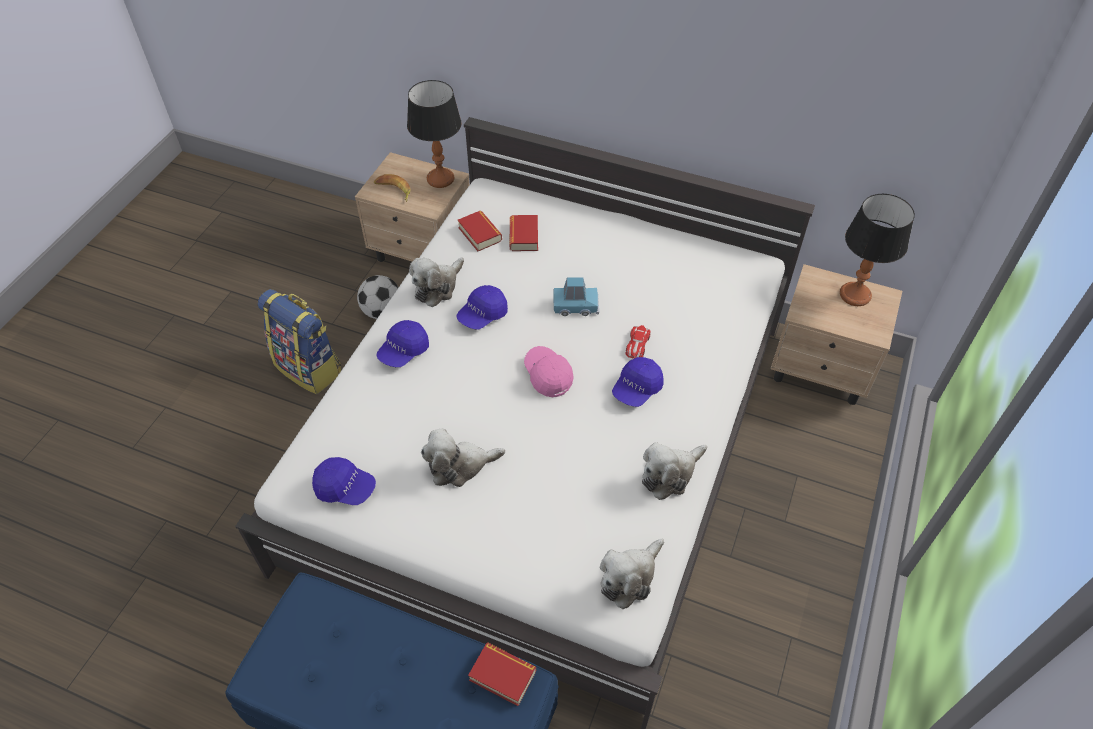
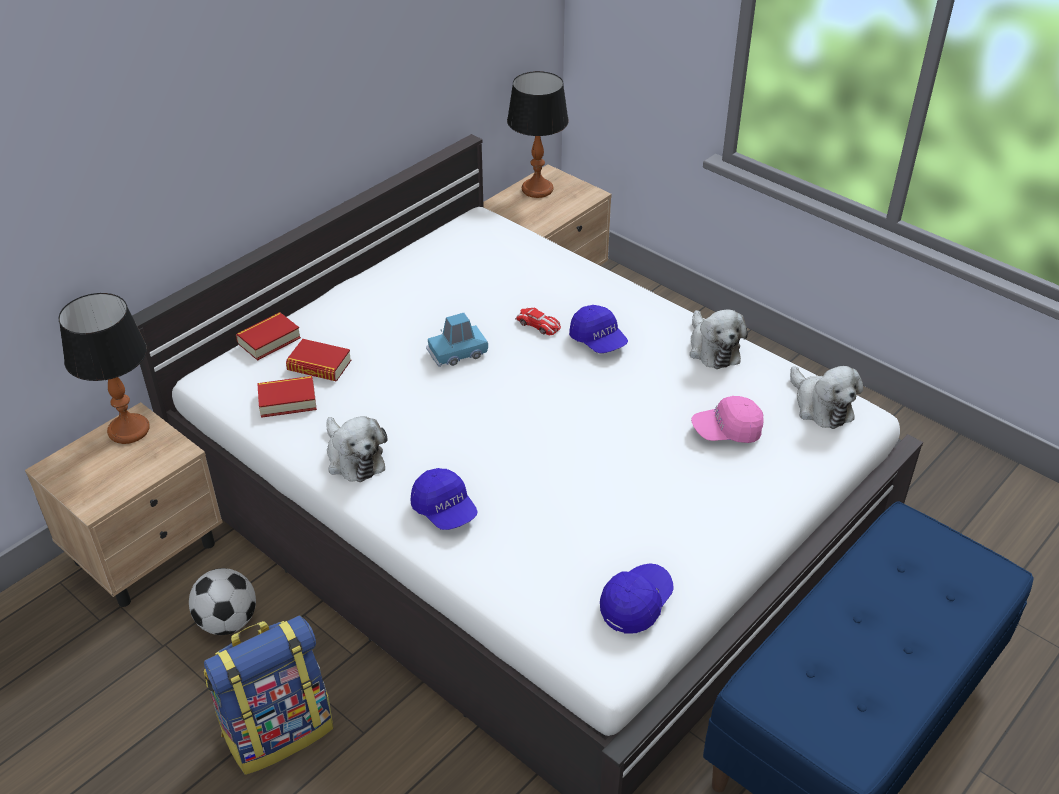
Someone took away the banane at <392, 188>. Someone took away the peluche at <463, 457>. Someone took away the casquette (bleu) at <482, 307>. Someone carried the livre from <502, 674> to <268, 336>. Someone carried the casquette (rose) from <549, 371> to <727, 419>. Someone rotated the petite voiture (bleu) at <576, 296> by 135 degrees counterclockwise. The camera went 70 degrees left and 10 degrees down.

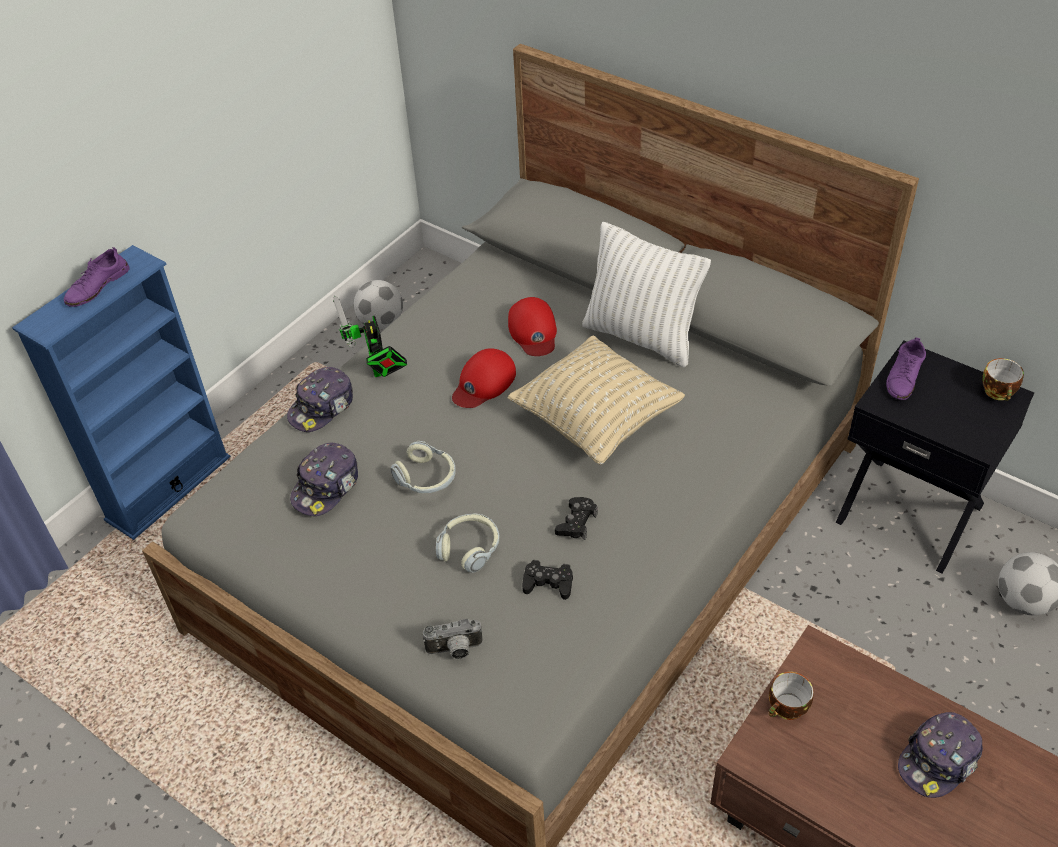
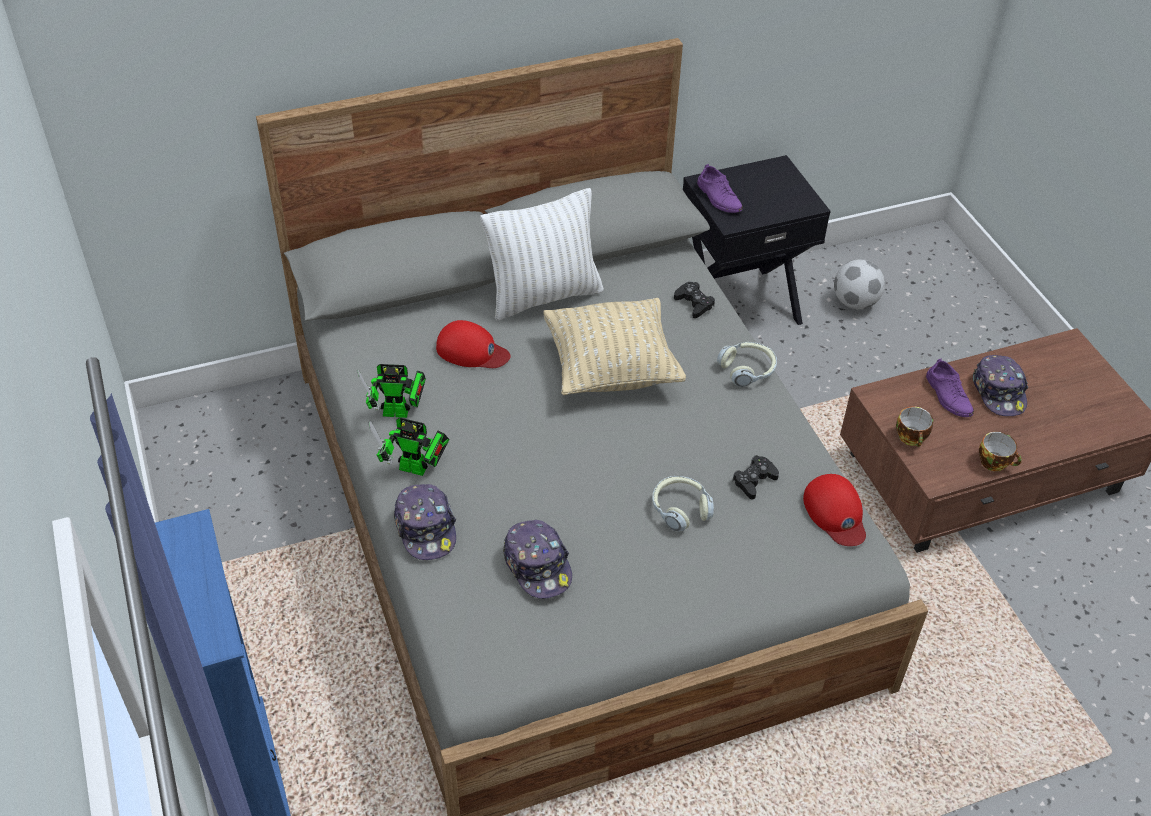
Someone took away the ballon de foot at <378, 304>. Someone took away the appareil photo at <453, 639>. Someone put down the robot jouet at <391, 391>. Someone carried the chaussure (violet) from <97, 277> to <950, 387>. Someone carried the casque audio from <423, 467> to <747, 364>. Someone carried the casquette (rouge) from <484, 378> to <834, 510>. Someone carried the manette (noir) from <576, 518> to <694, 300>. Someone carried the tasse from <1003, 379> to <1000, 452>. The camera went 60 degrees left and 0 degrees up.

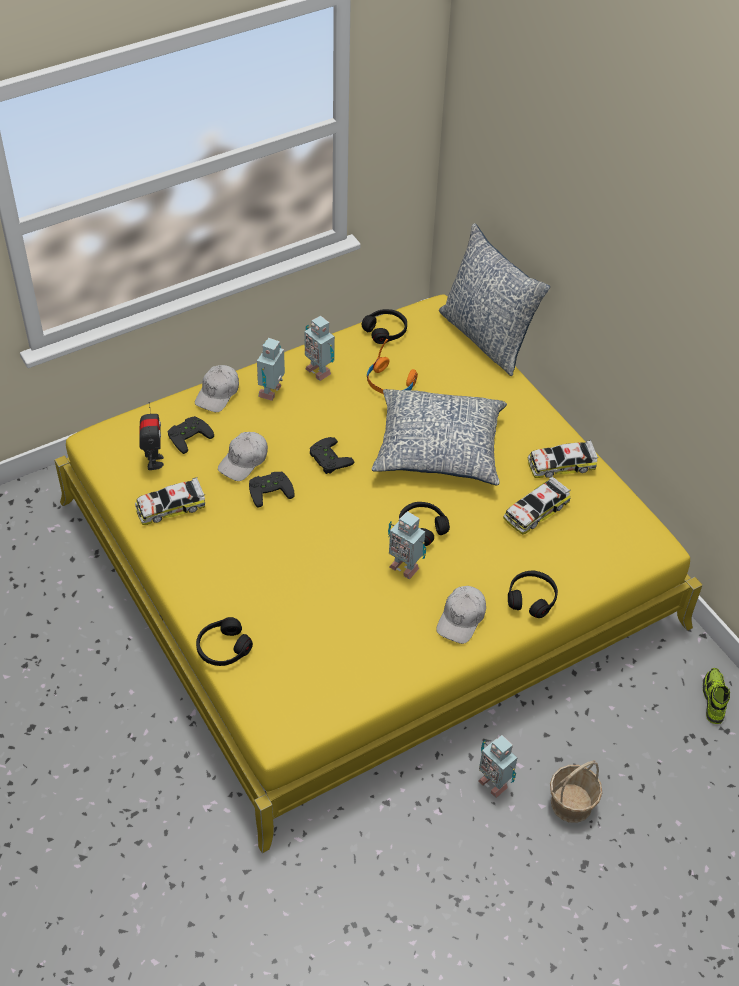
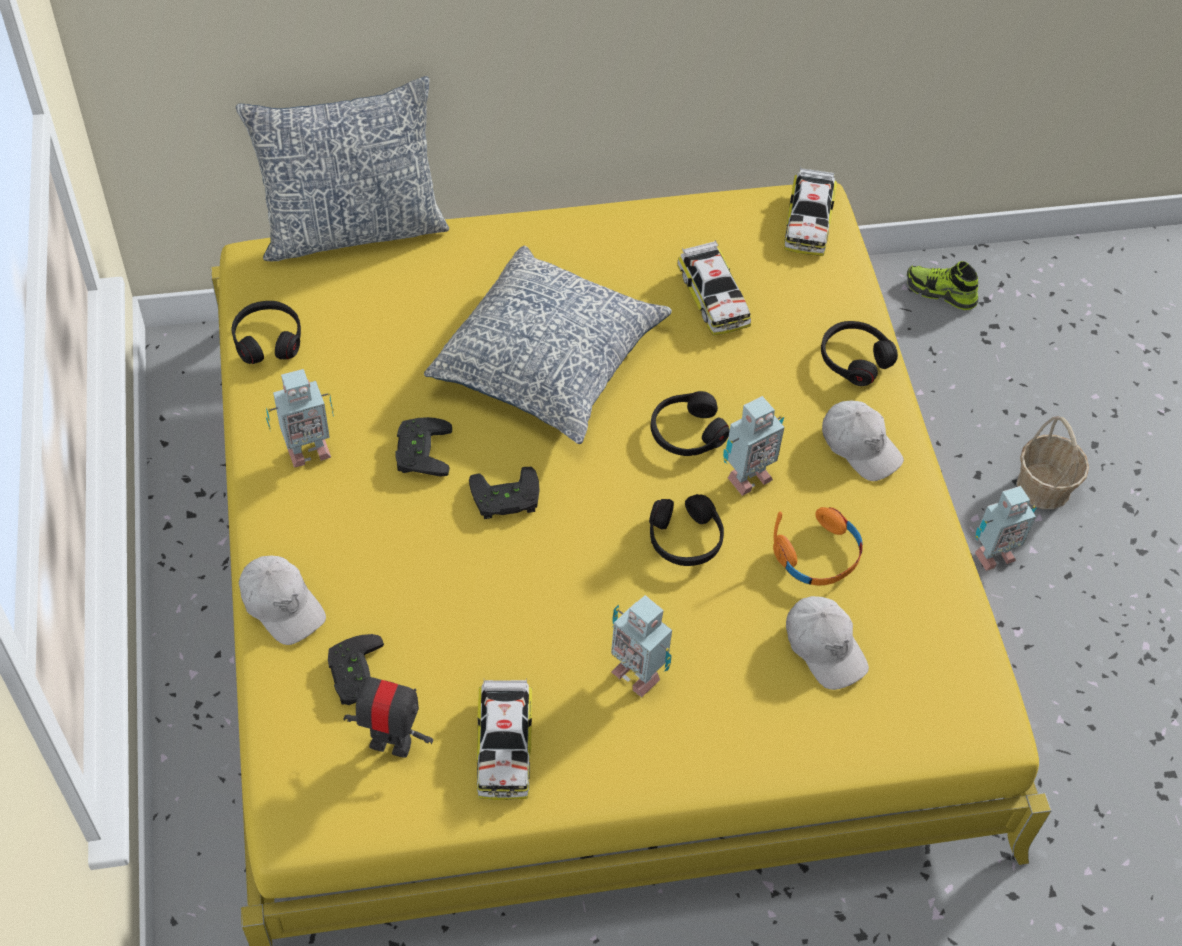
Someone carried the casque audio (noir) from <224, 641> to <686, 530>. Someone carried the casquette (blanc) from <243, 456> to <827, 643>. Someone carried the manette (noir) from <271, 490> to <424, 447>. Someone carried the robot jouet from <271, 369> to <641, 646>. Someone carried the casque audio (orange) from <392, 366> to <818, 546>. Someone carried the petite voiture from <563, 459> to <810, 211>. The camera went 70 degrees left and 5 degrees up.

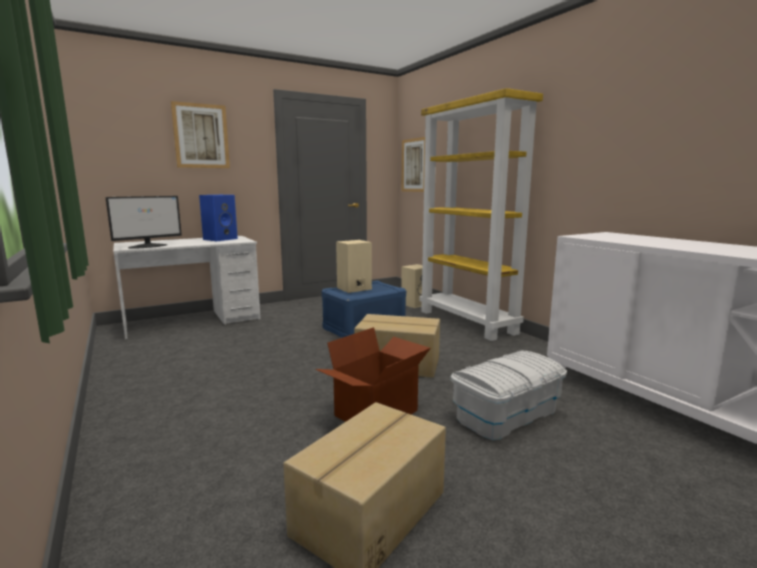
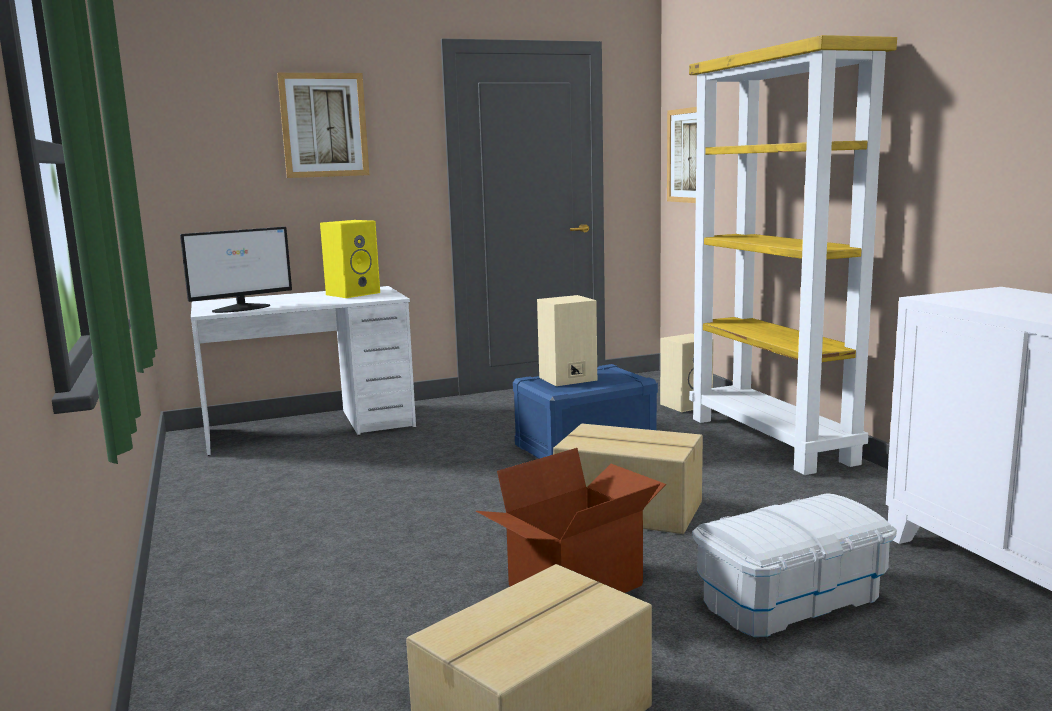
Someone repainted the enceinte (bleu) at <218, 218>, which became the enceinte (jaune) at <350, 259>. The camera went 10 degrees right and 0 degrees up.

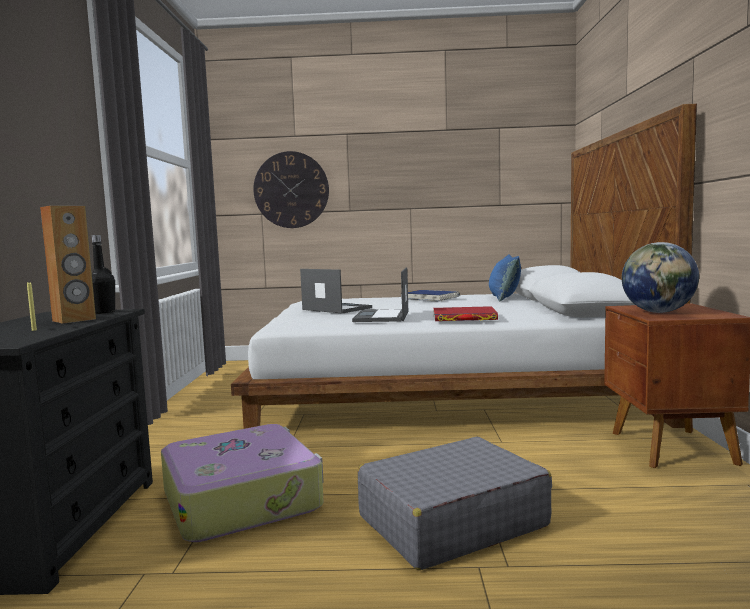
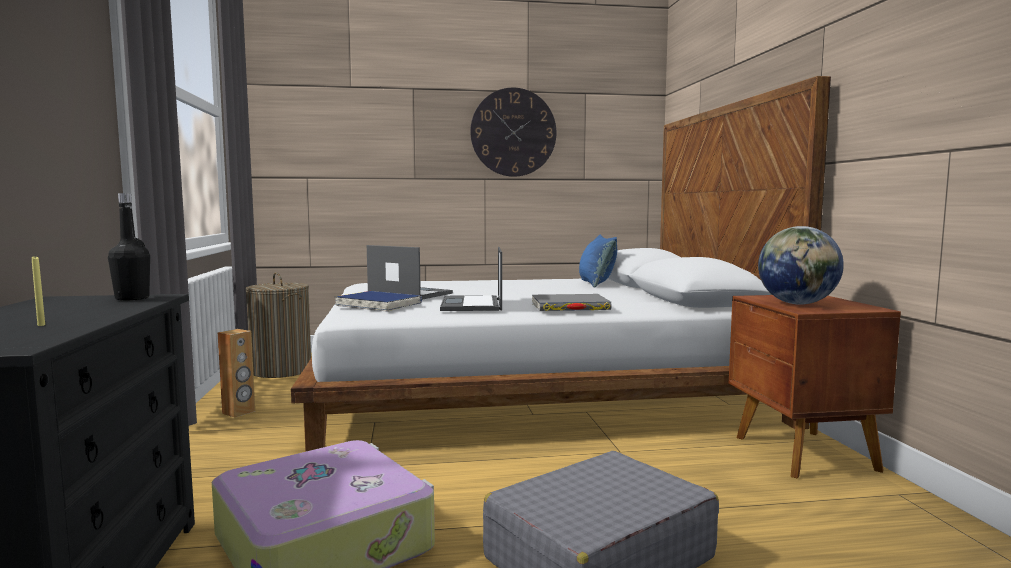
Someone put down the panier à linge at <278, 325>. Someone carried the enceinte (marron) from <68, 264> to <236, 373>. Someone carried the horloge murale from <291, 189> to <513, 132>. Someone carried the livre (bleu) from <430, 296> to <378, 301>. Someone repainted the livre (rouge) at <465, 313>, which became the livre (gris) at <572, 302>. The camera went 10 degrees left and 0 degrees up.

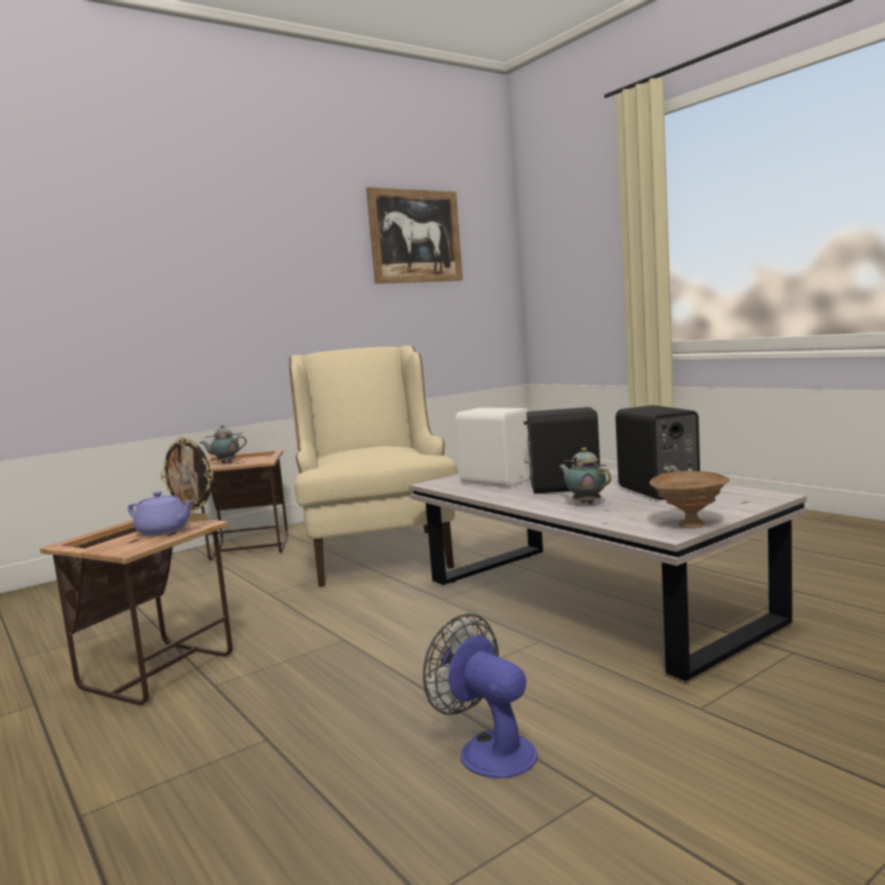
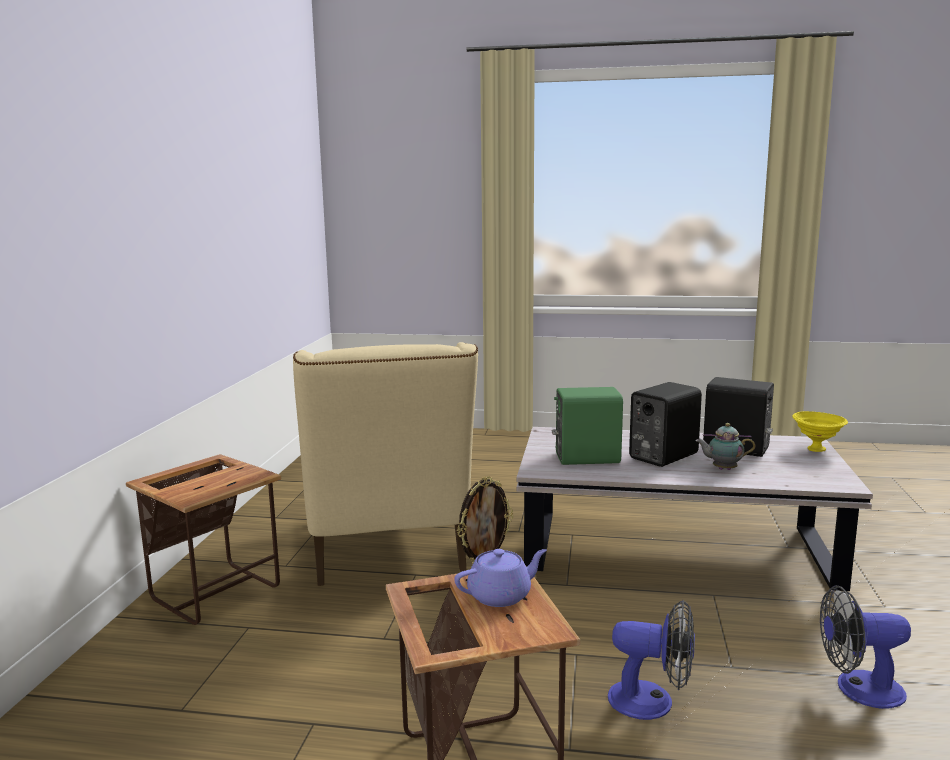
Someone took away the théière at <223, 444>. Someone took away the tableau at <414, 235>. Someone took away the bol (marron) at <689, 499>. Someone put down the ventilateur at <651, 660>. Someone put down the bol (jaune) at <820, 431>. Someone repainted the enceinte (blanc) at <493, 447>, which became the enceinte (vert) at <587, 426>. Someone rotated the fauteuil (beige) at <373, 466> by 135 degrees counterclockwise. The camera went 45 degrees left and 5 degrees up.

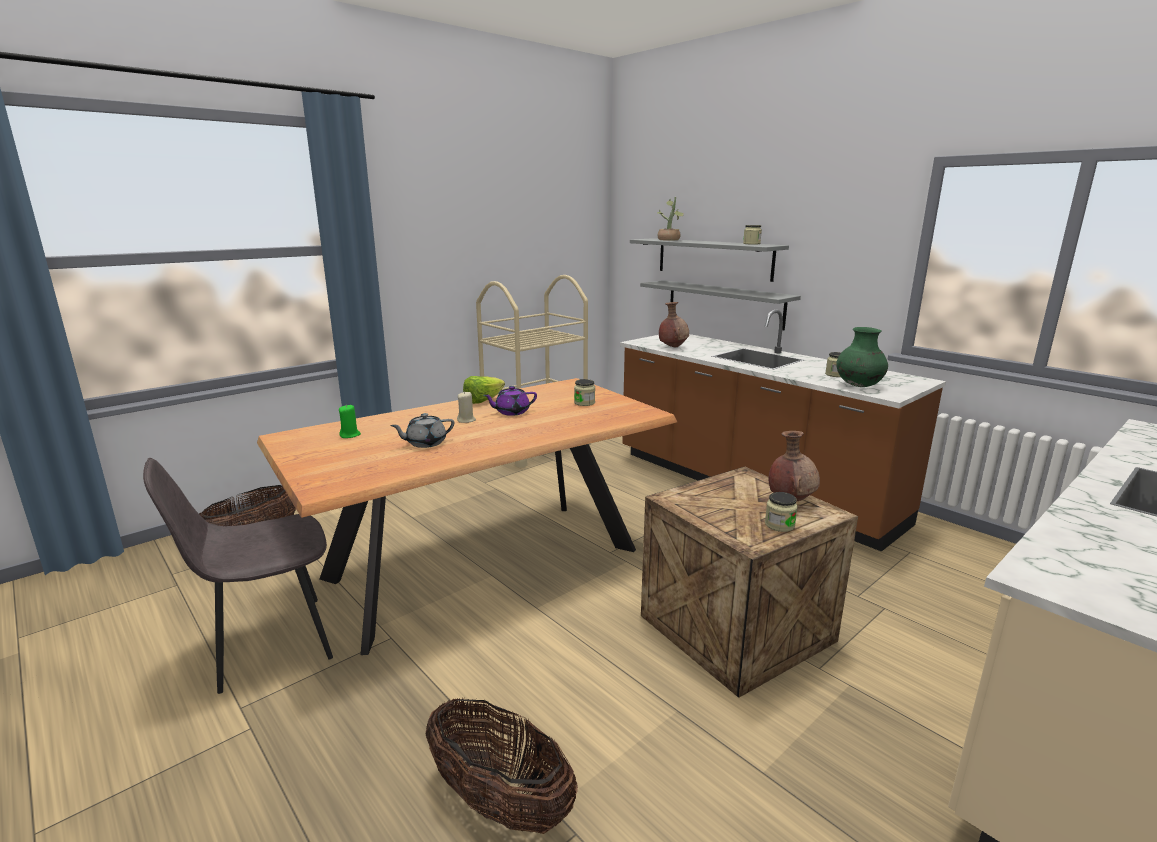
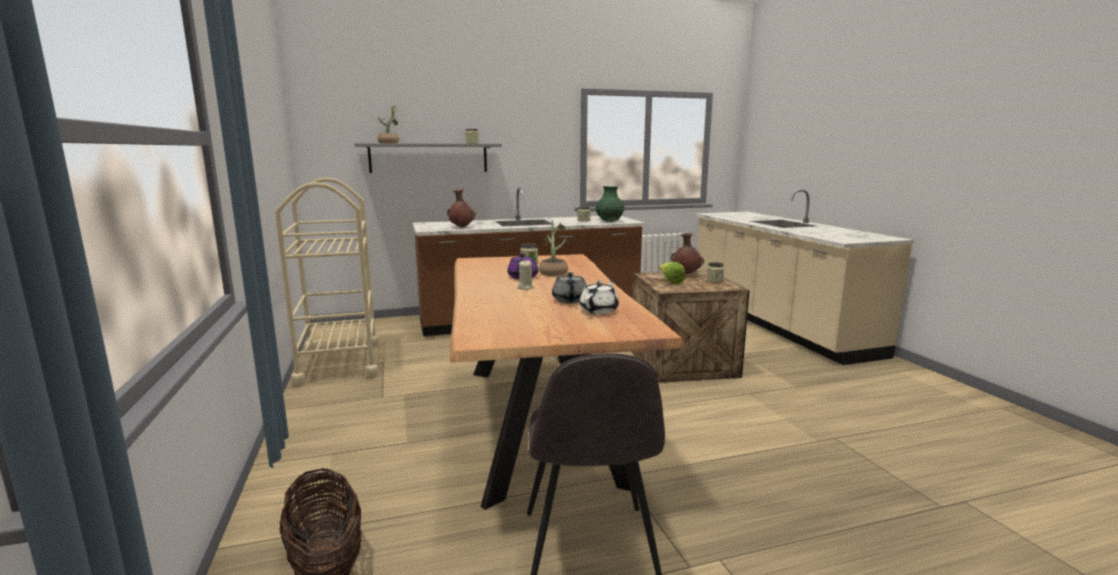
Someone took away the bougie (vert) at <350, 421>. Someone took away the panier at <501, 765>. Someone took away the étagère (gris) at <720, 305>. Someone put down the plante en pot at <554, 248>. Someone put down the théière (blanc) at <599, 297>. Someone carried the laitue from <484, 390> to <672, 273>. The camera went 65 degrees left and 5 degrees down.

